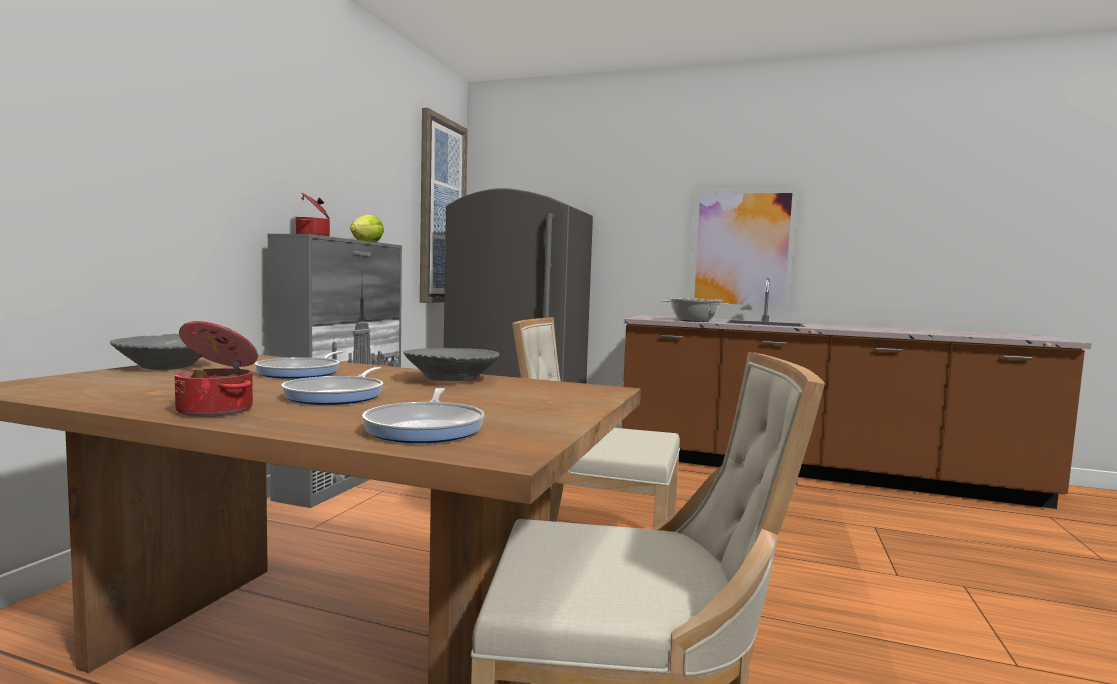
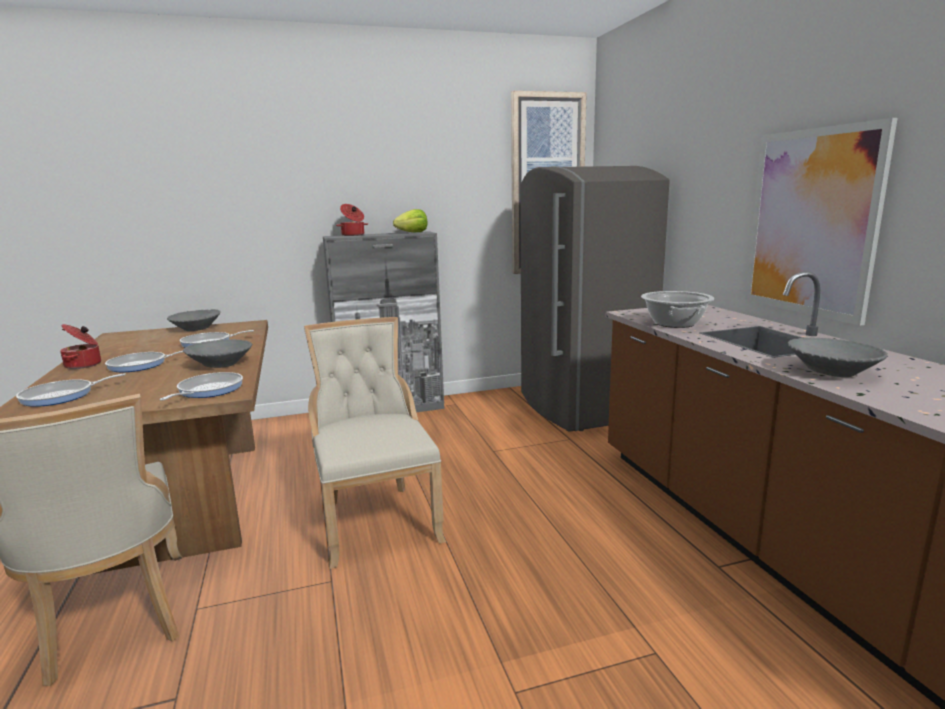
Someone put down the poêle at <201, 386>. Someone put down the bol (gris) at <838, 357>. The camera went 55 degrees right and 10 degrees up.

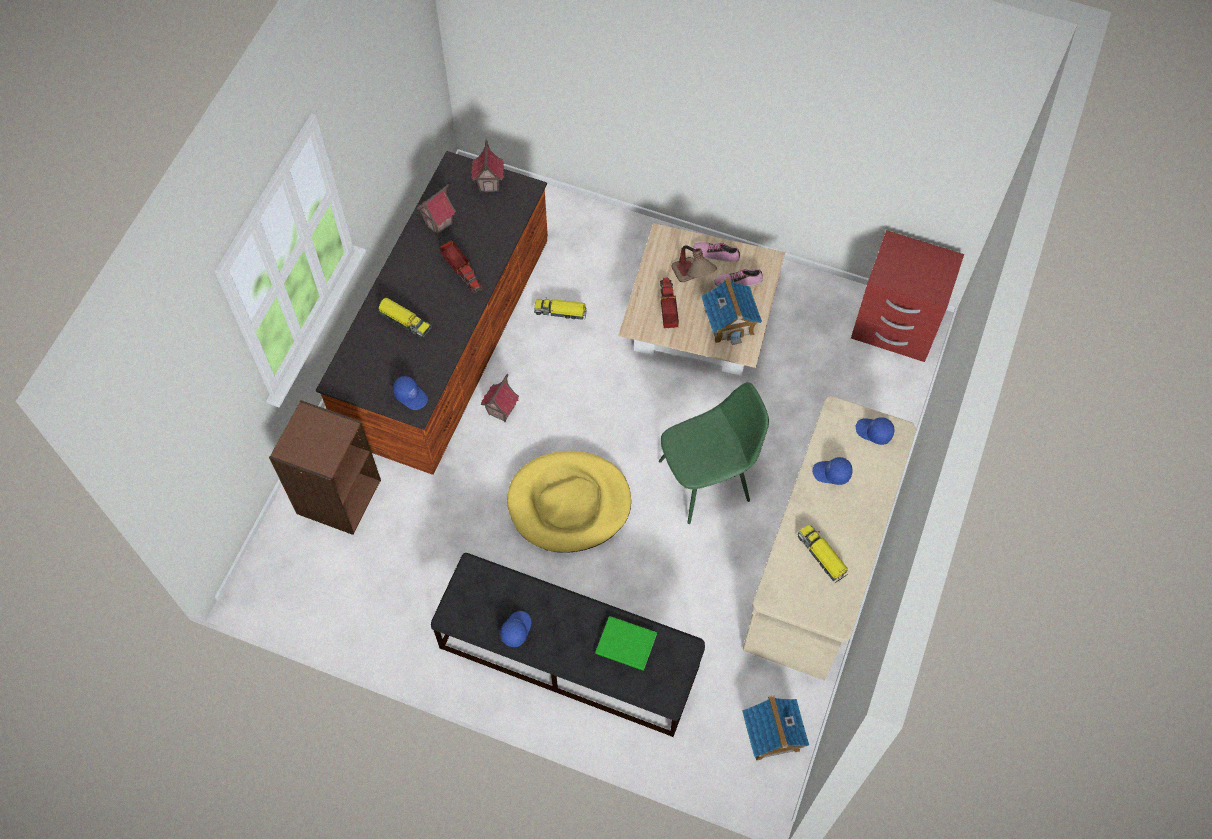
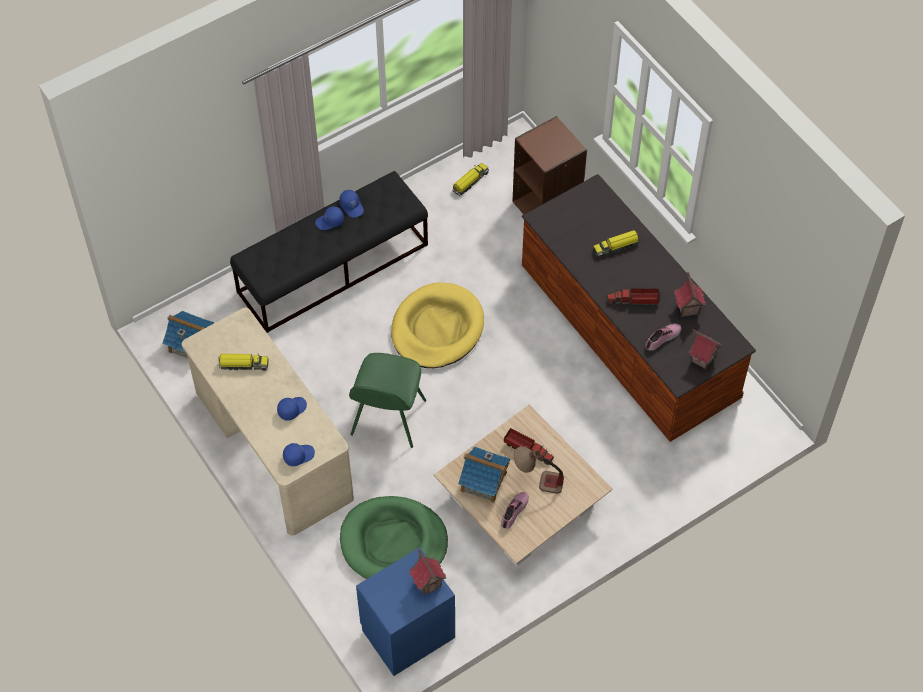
Someone took away the livre (vert) at <626, 643>. Someone put down the panier pour chien (vert) at <394, 537>. Someone carried the casquette (bleu) from <410, 393> to <329, 218>. Someone carried the maison miniature from <500, 398> to <427, 572>. Someone carried the camion jouet from <561, 308> to <470, 179>. Someone carried the chaussure from <716, 252> to <663, 337>. Someone repainted the table de chevet (rouge) at <907, 296>, which became the table de chevet (bleu) at <405, 611>. The camera went 125 degrees right and 5 degrees down.

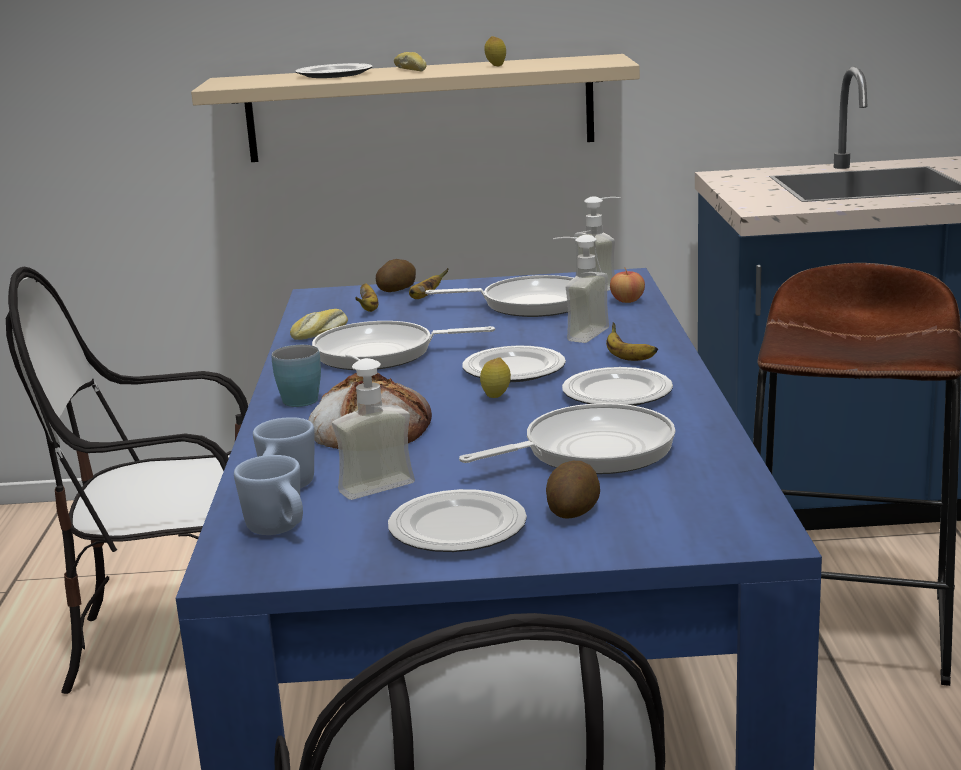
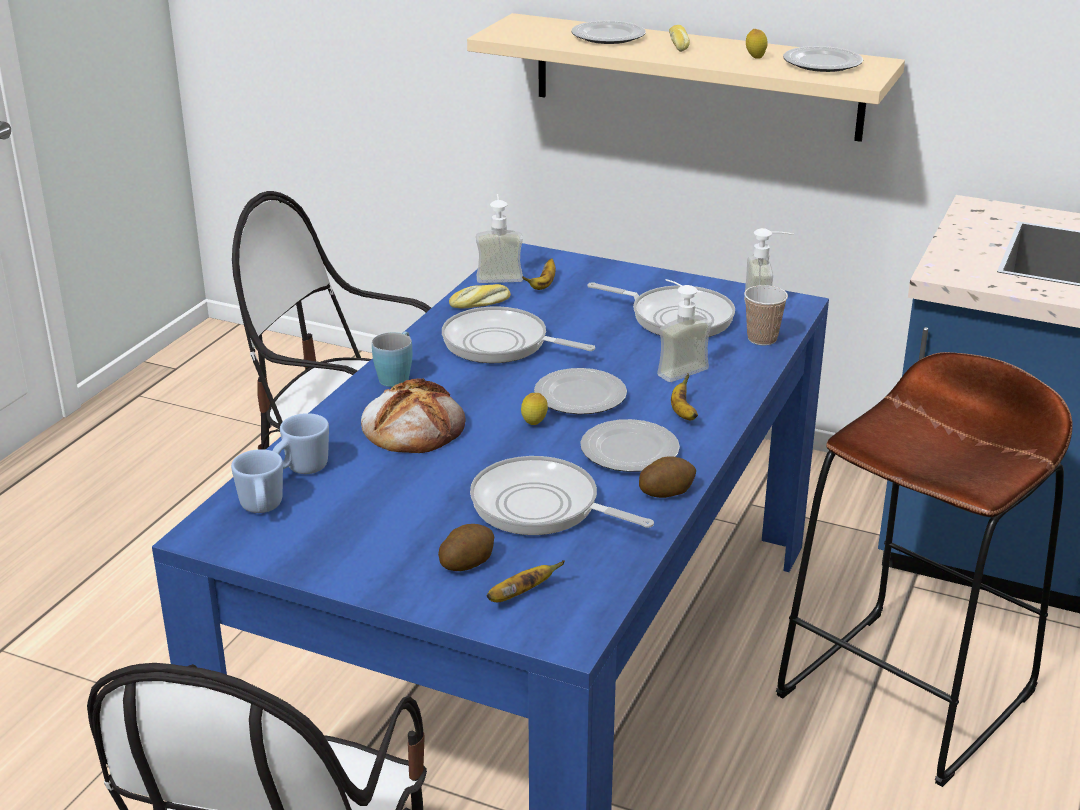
Someone carried the distributeur de savon from <373, 427> to <499, 238>. Someone carried the pomme de terre from <396, 275> to <667, 477>. Someone carried the assiette from <457, 520> to <823, 59>. Someone carried the banane from <428, 283> to <526, 581>. Someone swapped the pomme at <627, 285> for the tasse at <766, 315>. Someone rotated the poêle at <567, 438> by 150 degrees counterclockwise. The camera went 25 degrees right and 10 degrees up.

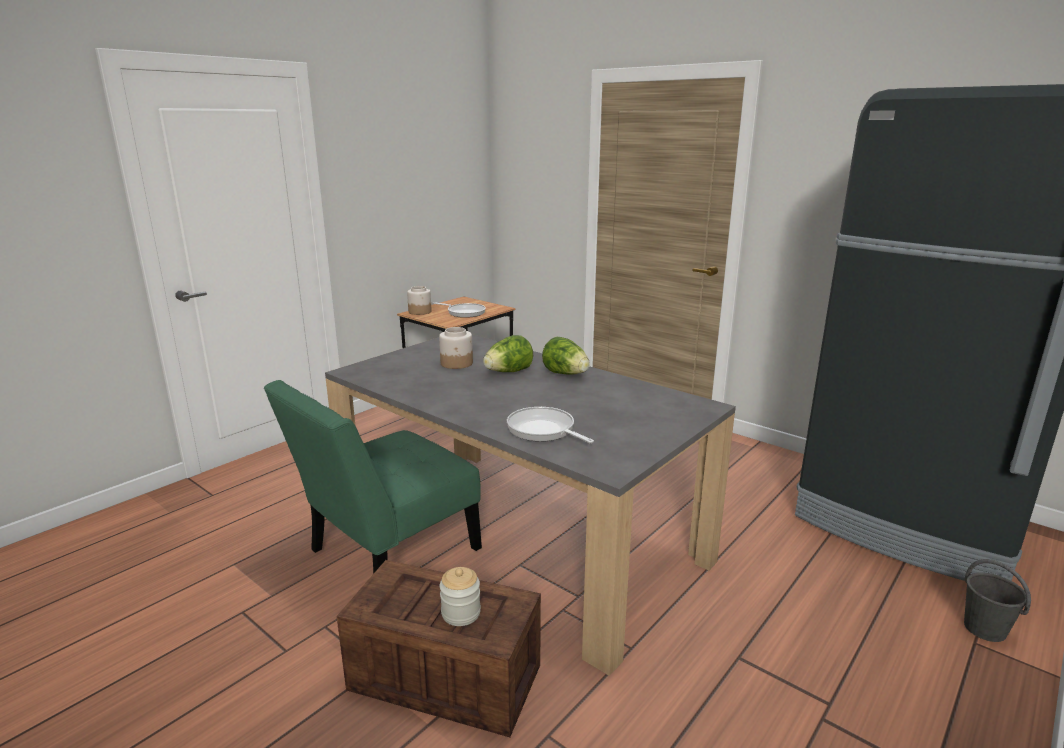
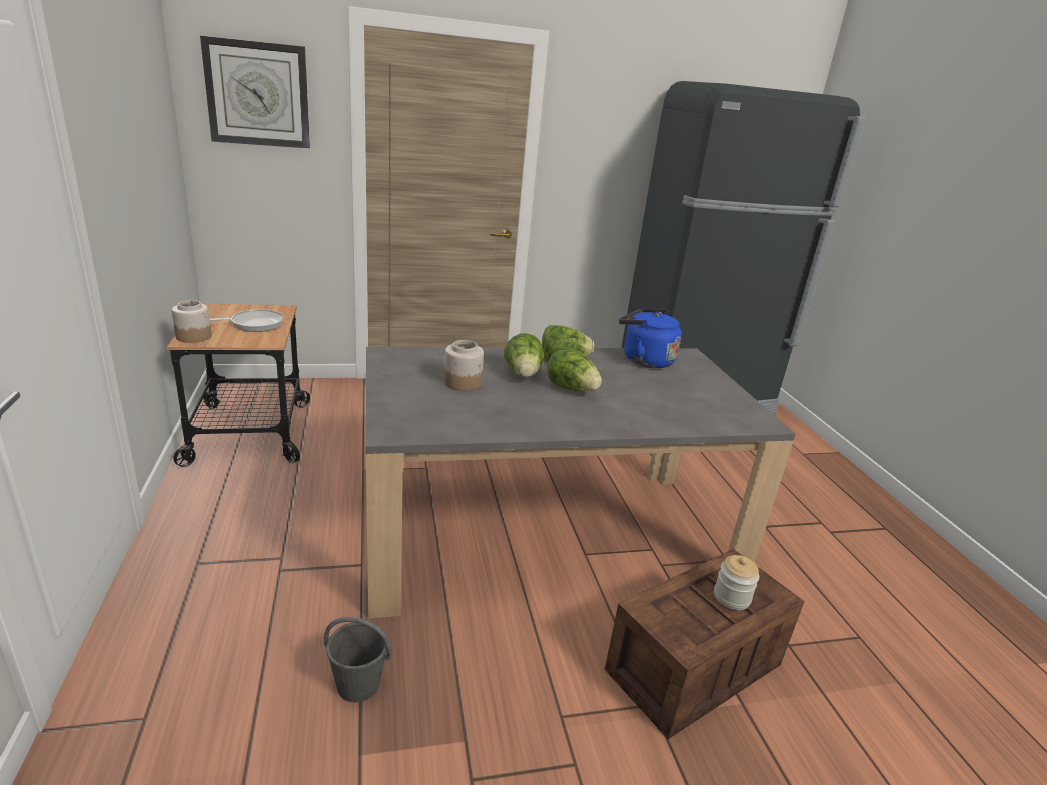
Someone took away the chaise (vert) at <373, 477>. Someone took away the poêle at <550, 425>. Someone put up the horloge murale at <255, 92>. Someone put down the laitue at <574, 369>. Someone put down the bouilloire (bleu) at <650, 338>. Someone carried the seau (gris) from <997, 600> to <357, 660>. The camera went 55 degrees left and 5 degrees up.

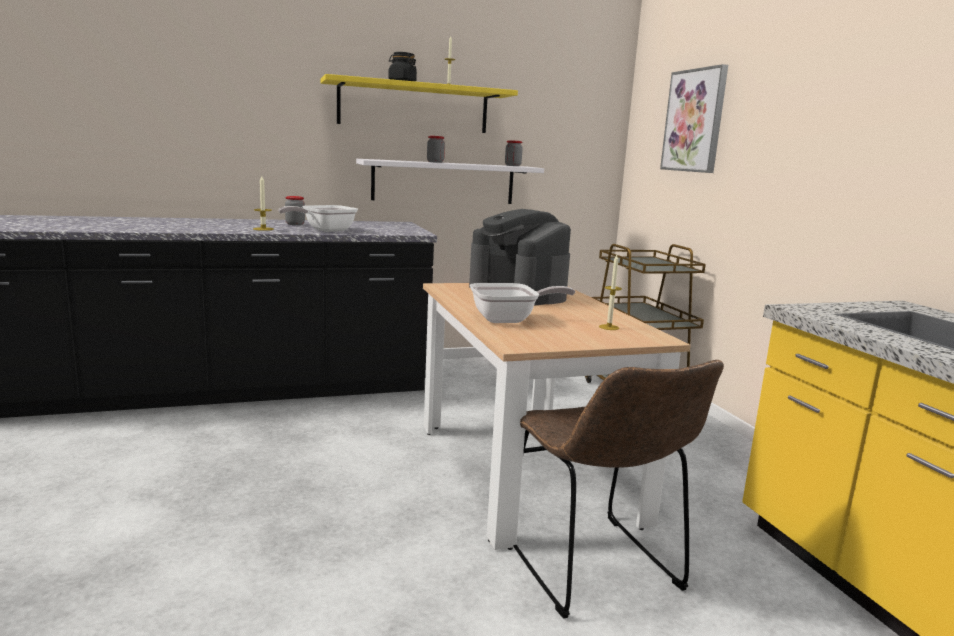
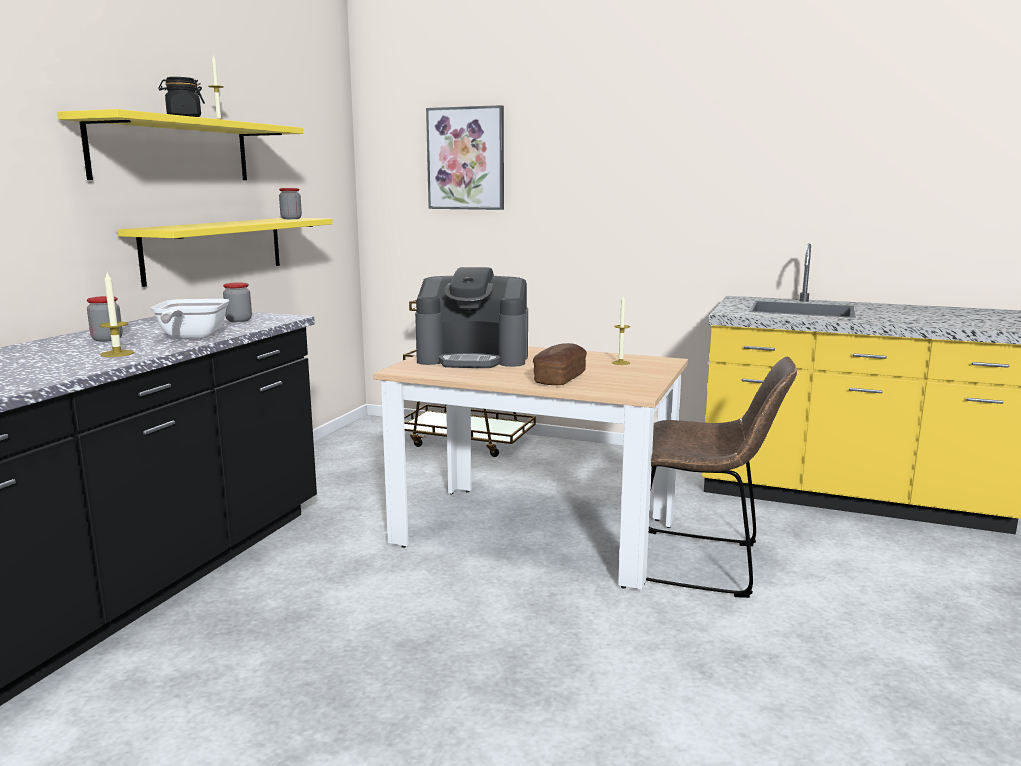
Someone carried the bocal from <436, 149> to <237, 302>. Someone swapped the poêle at <522, 303> for the pain at <560, 364>. Someone repainted the étagère (blanc) at <450, 181>, which became the étagère (jaune) at <225, 252>. The camera went 50 degrees left and 0 degrees up.

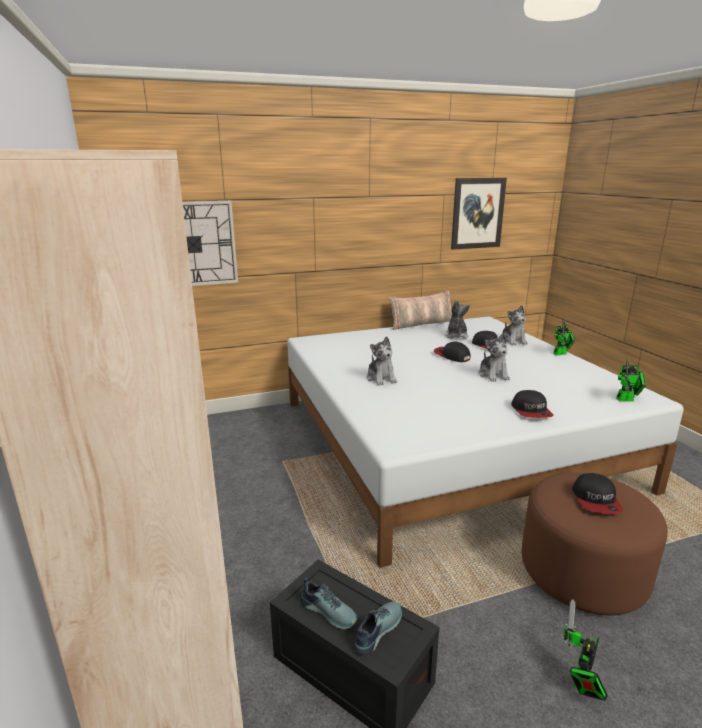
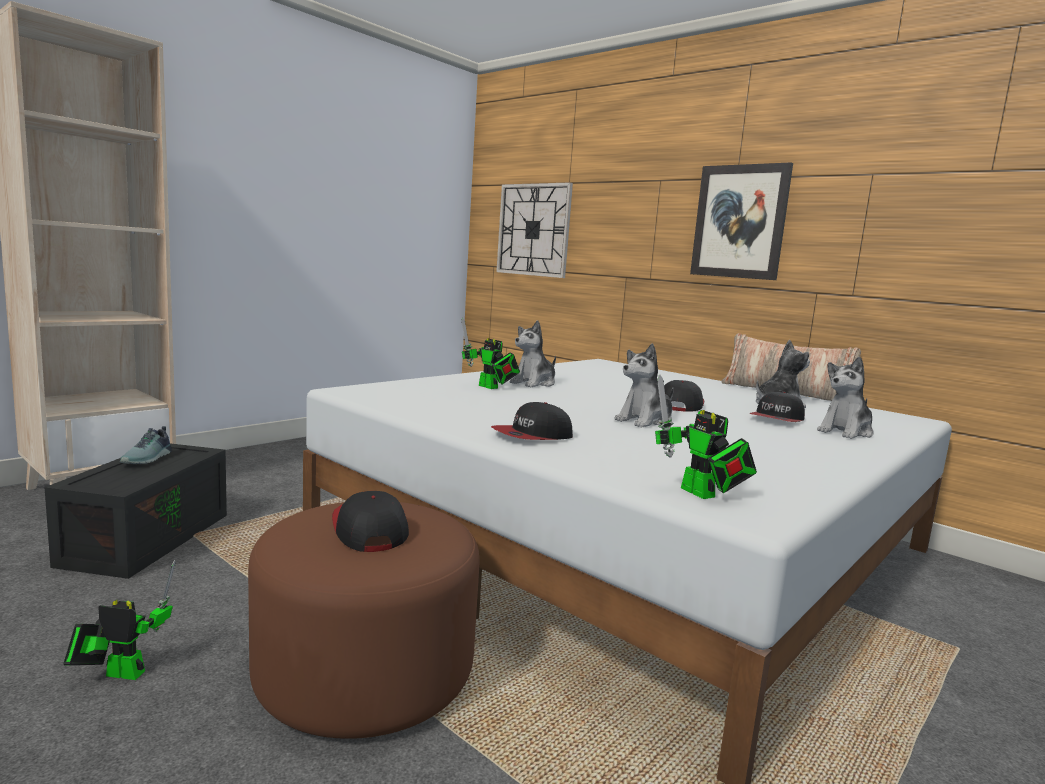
Someone took away the chaussure at <377, 628>. Someone carried the tableau from <479, 214> to <741, 221>. Someone carried the robot jouet from <564, 337> to <490, 353>. Someone rotated the casquette at <597, 493> by 90 degrees clockwise. The camera went 60 degrees right and 10 degrees down.

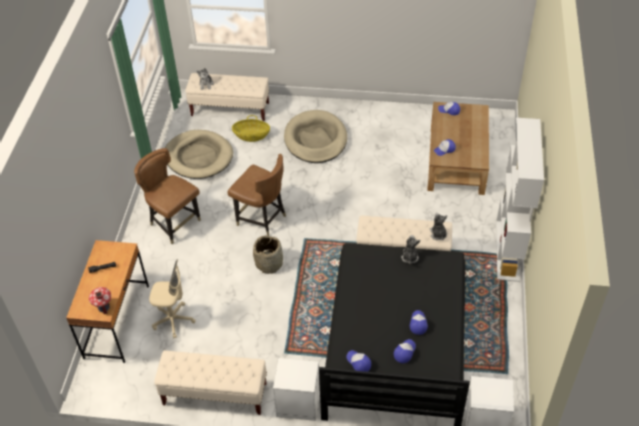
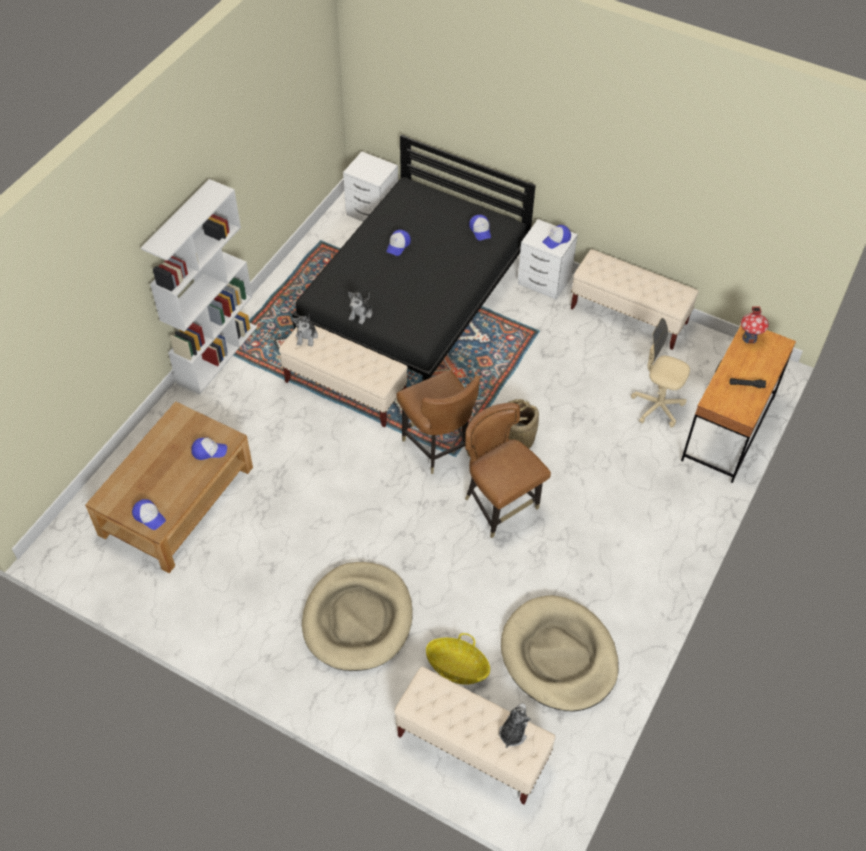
Someone carried the chaise (marron) from <167, 196> to <438, 422>. Someone carried the casquette from <405, 351> to <556, 237>. The camera went 160 degrees left and 5 degrees up.

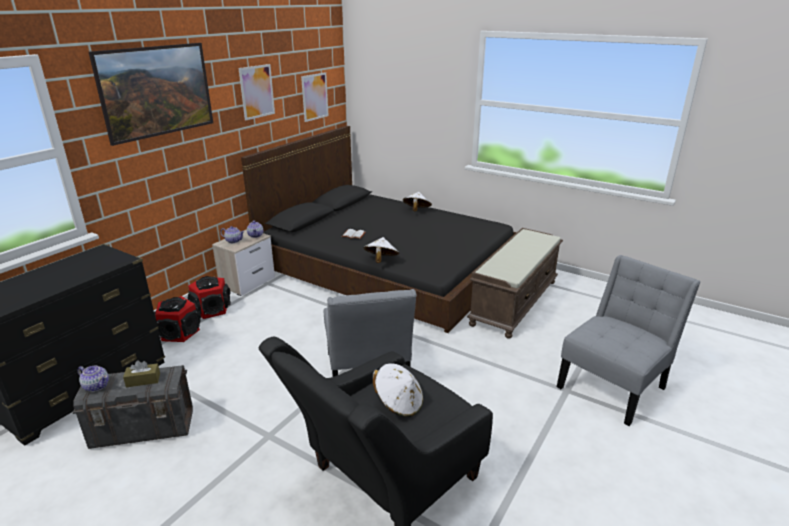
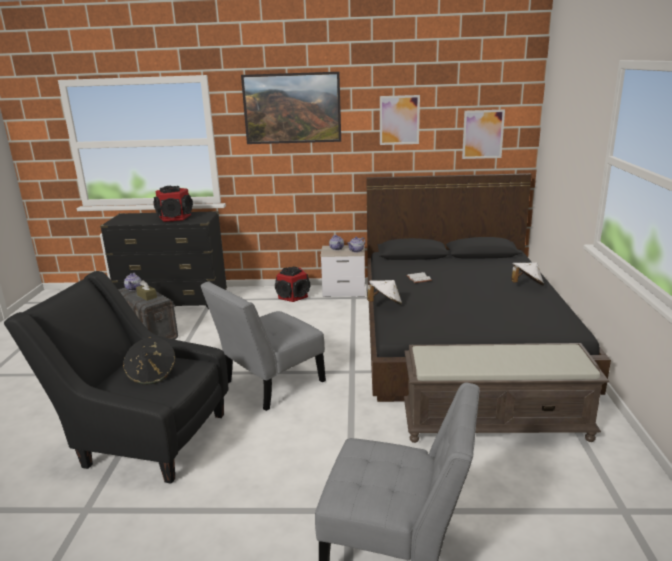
Someone carried the enceinte from <177, 319> to <173, 204>. Someone repainted the chapeau (blanc) at <398, 390>, which became the chapeau (noir) at <149, 361>. The camera went 60 degrees right and 5 degrees down.

